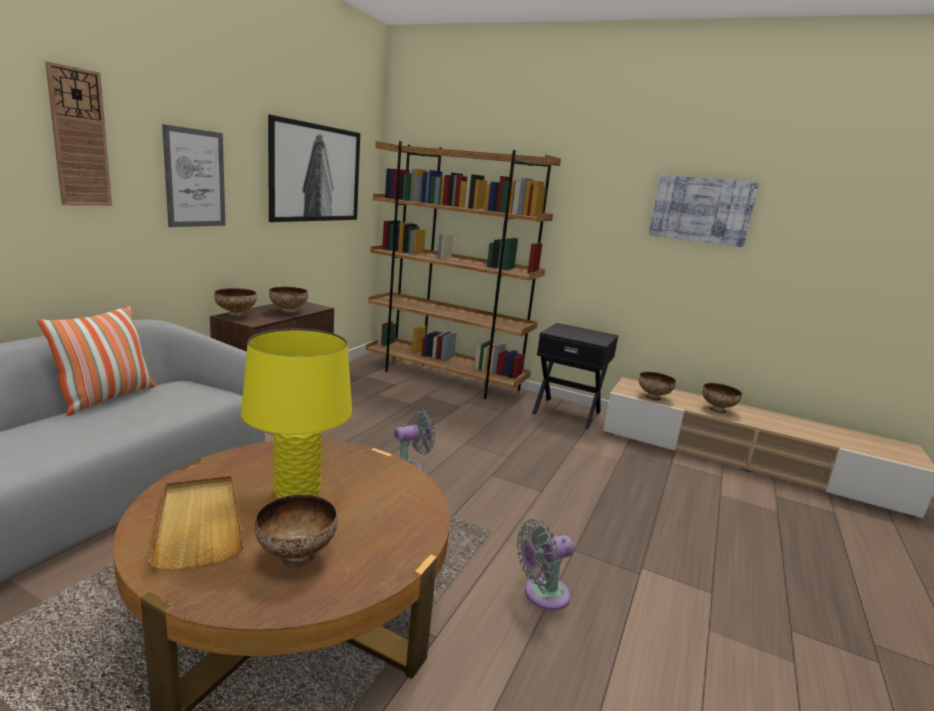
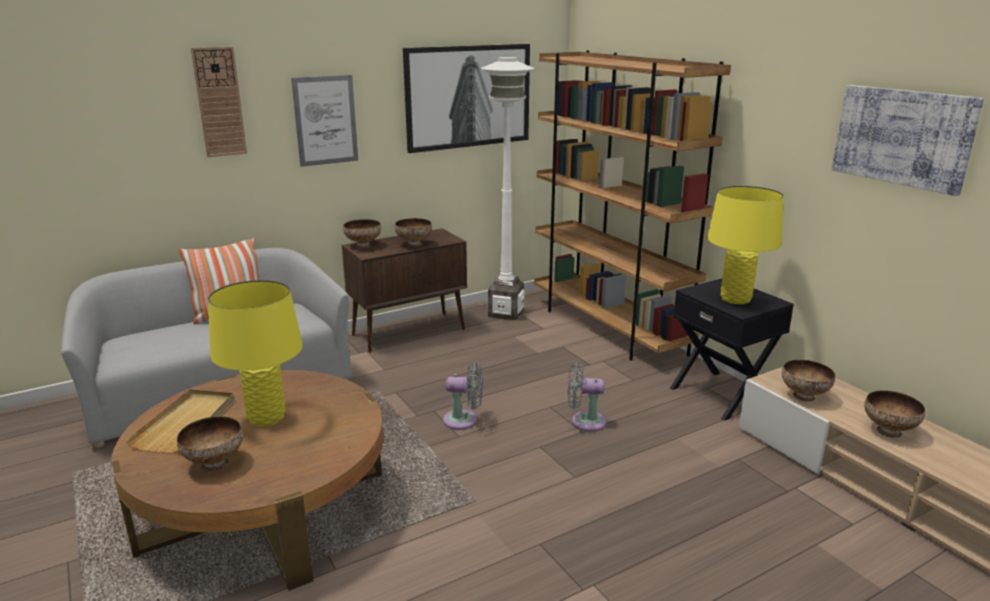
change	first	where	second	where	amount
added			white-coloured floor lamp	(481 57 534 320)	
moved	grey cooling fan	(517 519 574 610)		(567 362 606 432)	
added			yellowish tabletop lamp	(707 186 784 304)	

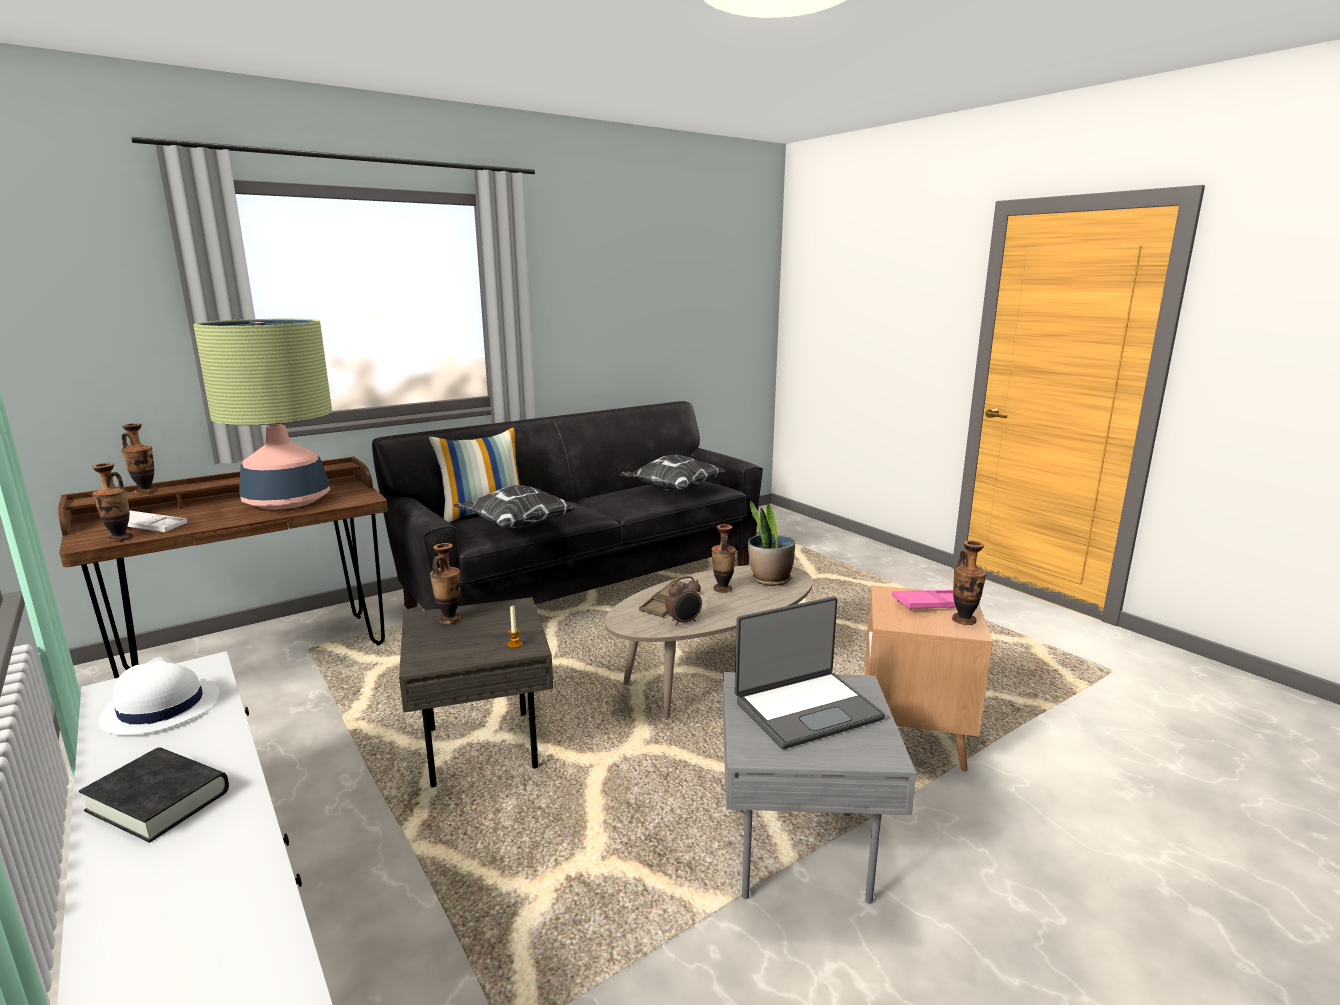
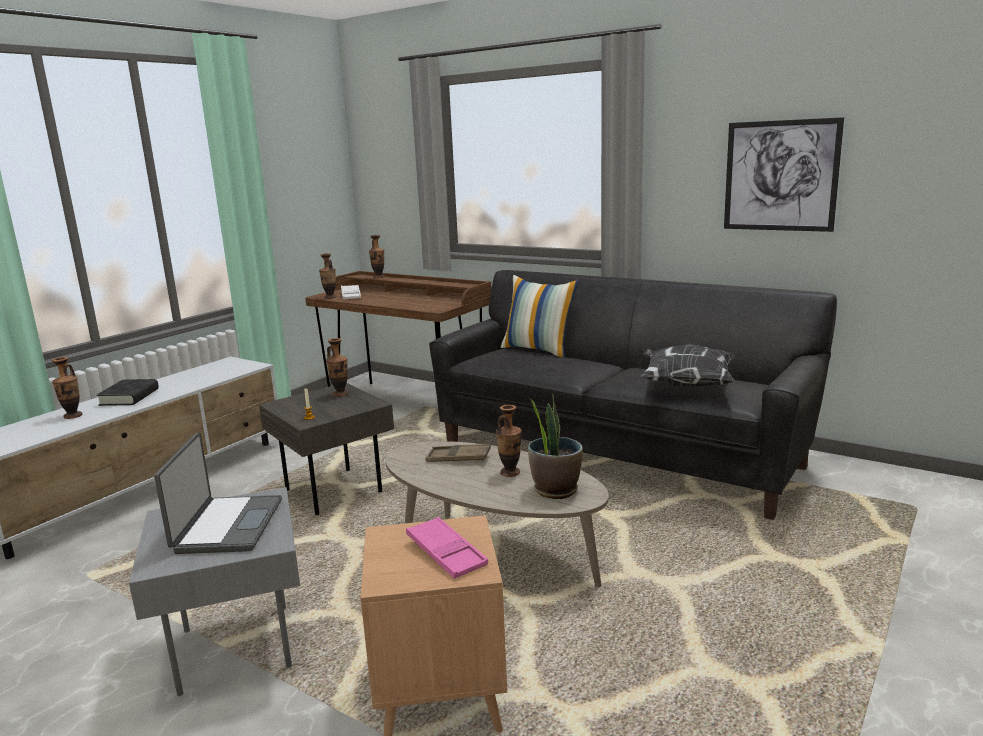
change	first	where	second	where	amount
moved	flower vase	(952 540 987 625)		(52 357 82 419)	
turned	notebook computer	(734 596 885 749)		(154 433 282 554)	135 degrees counterclockwise
added			wall art	(724 117 844 232)	
removed	white-coloured hat	(99 657 219 735)			
removed	tabletop lamp	(193 319 332 510)			
removed	throw pillow	(454 485 578 528)			
removed	alarm clock	(666 576 702 626)			

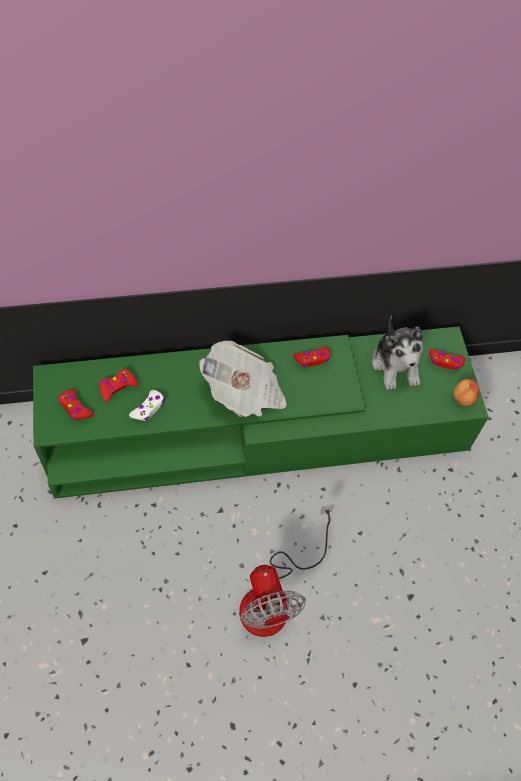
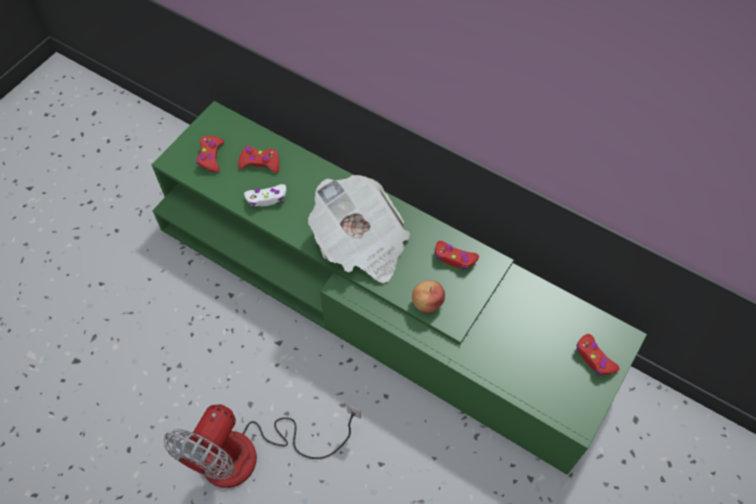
change	first	where	second	where	amount
moved	apple fruit	(453 379 479 406)		(412 280 445 313)	
removed	plush toy	(372 315 423 390)			

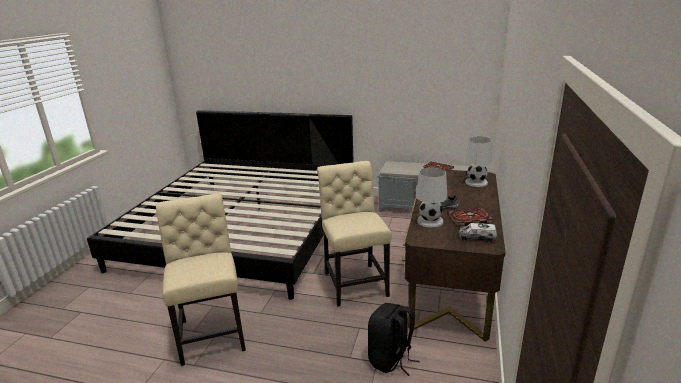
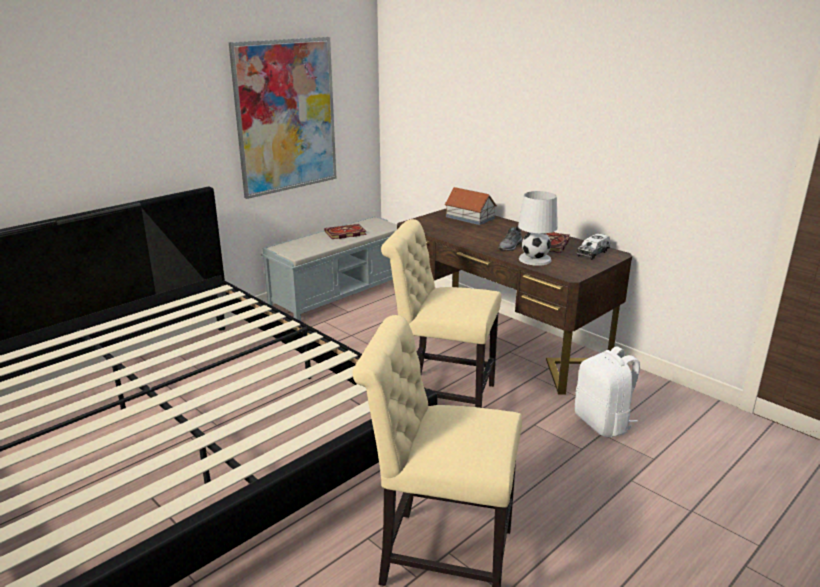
change	first	where	second	where	amount
added			wall art	(229 37 336 199)	
replaced	white-coloured tabletop lamp	(465 137 492 187)	model house	(445 187 497 225)	
recoloured	black-coloured rucksack	(368 303 420 376)	white-coloured rucksack	(575 347 640 438)	

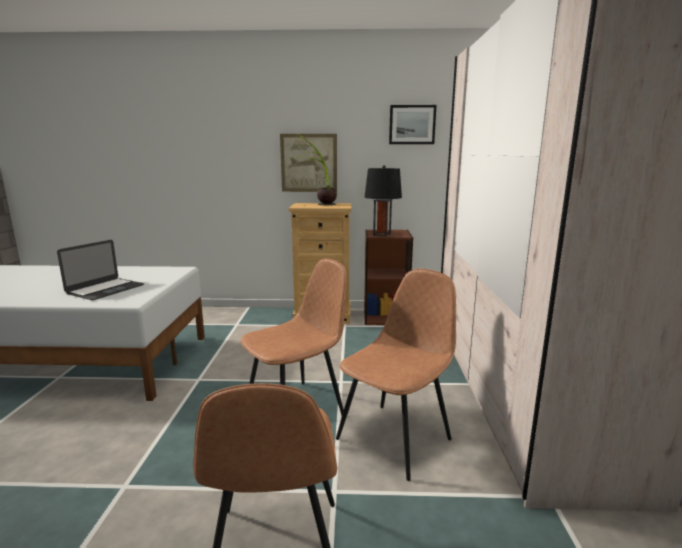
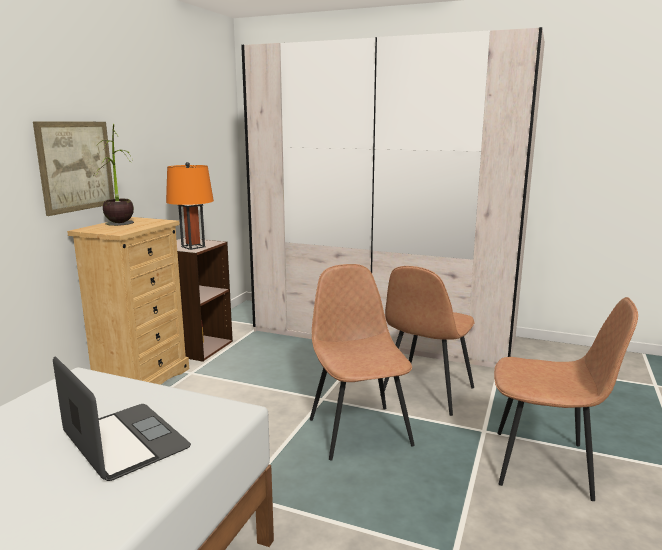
change	first	where	second	where	amount
recoloured	black-coloured tabletop lamp	(365 165 402 236)	orangey tabletop lamp	(166 162 214 250)	
turned	brown-coloured chair	(336 269 456 481)		(380 266 474 416)	120 degrees counterclockwise
removed	wall art	(389 105 436 144)			

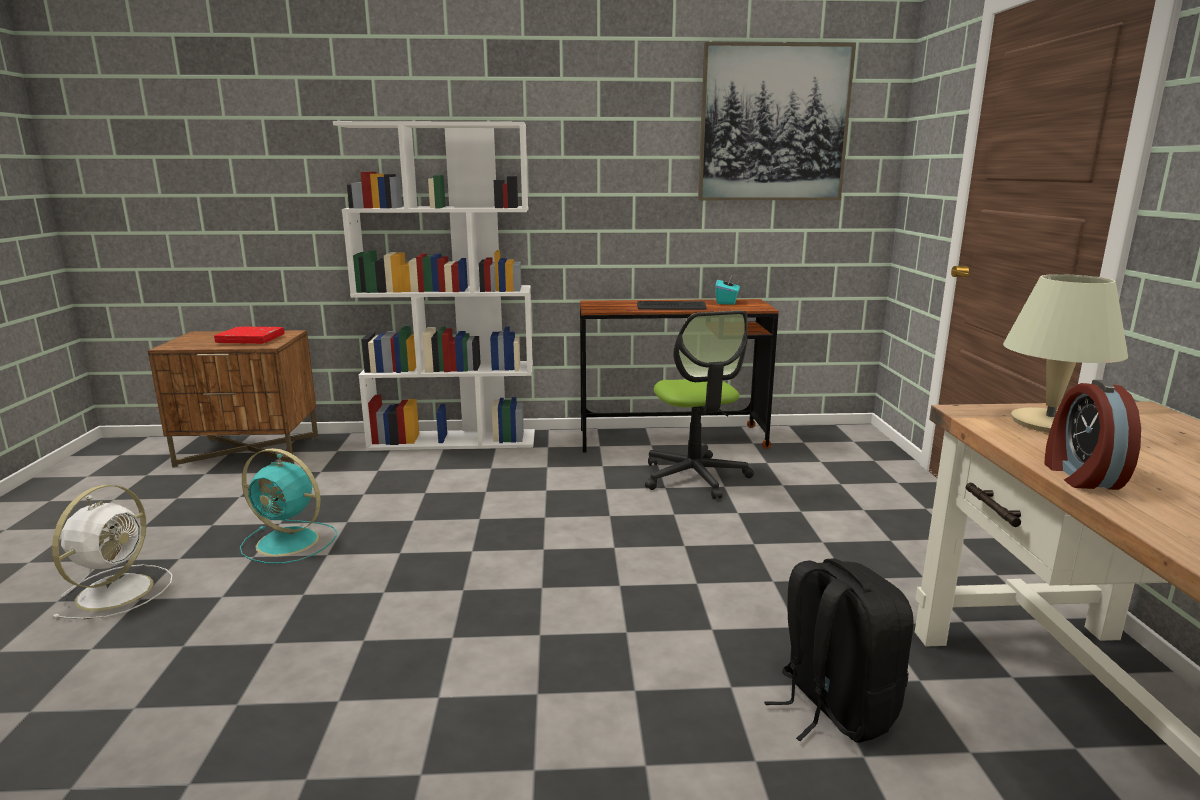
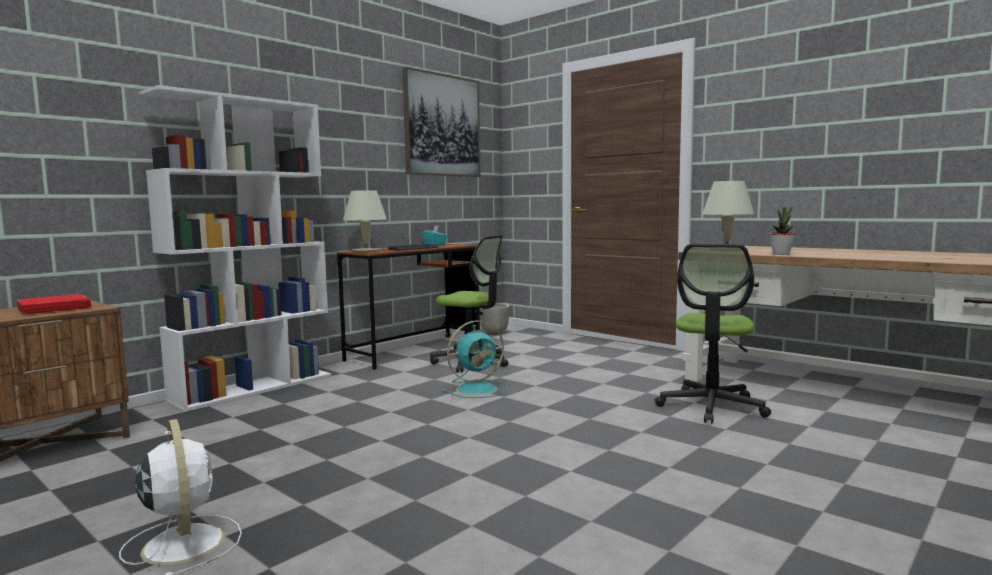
change	first	where	second	where	amount
added			beige-coloured tabletop lamp	(343 190 387 252)	
moved	turquoise-coloured cooling fan	(240 448 337 564)		(443 320 508 398)	
added			grey plant pot	(479 303 509 335)	
replaced	black-coloured rucksack	(764 558 913 743)	computer chair	(655 244 771 423)	
replaced	alarm clock	(1044 380 1141 490)	plant in a pot	(769 207 795 255)	

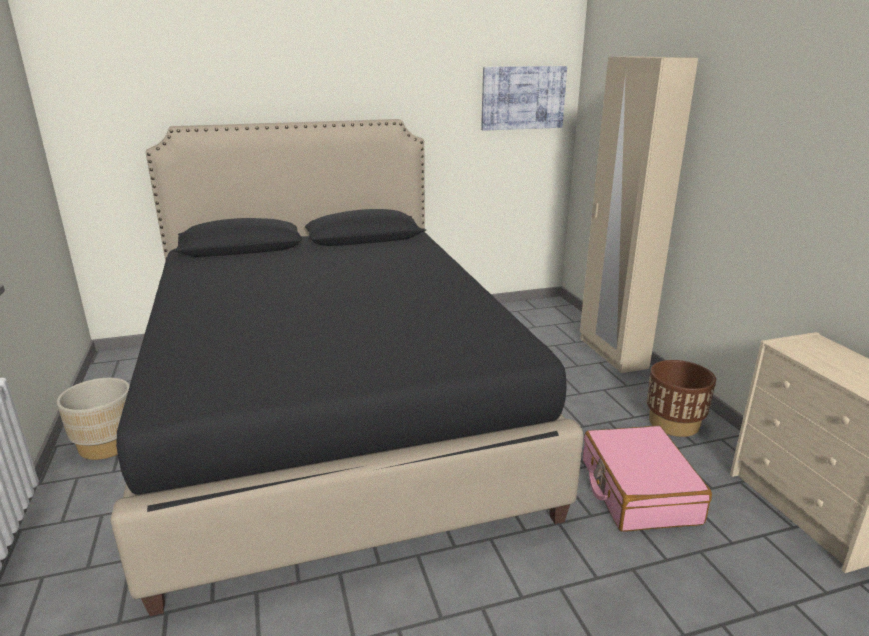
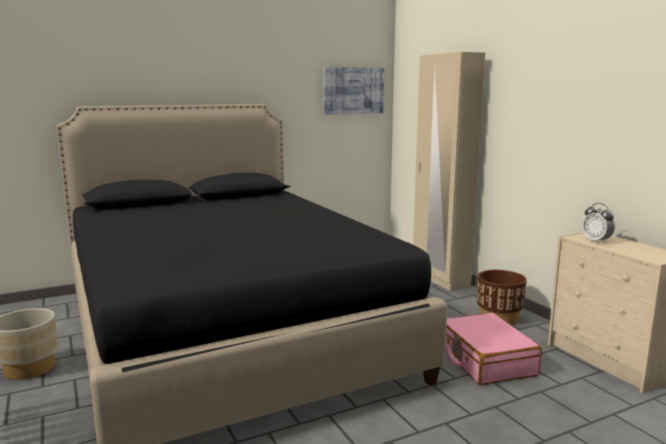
change	first	where	second	where	amount
added			alarm clock	(582 203 615 244)	

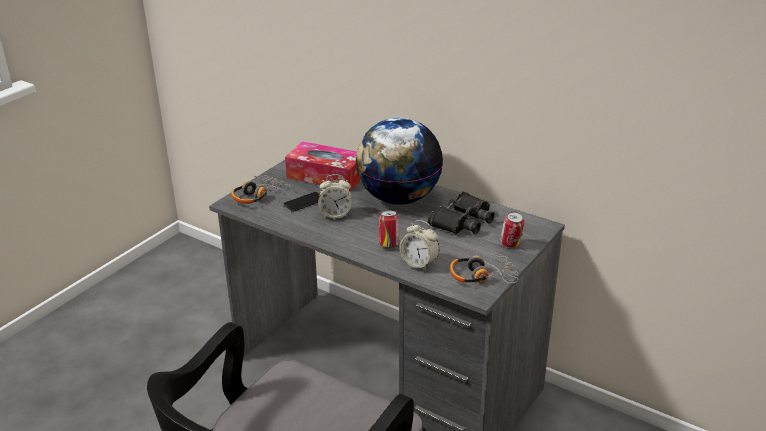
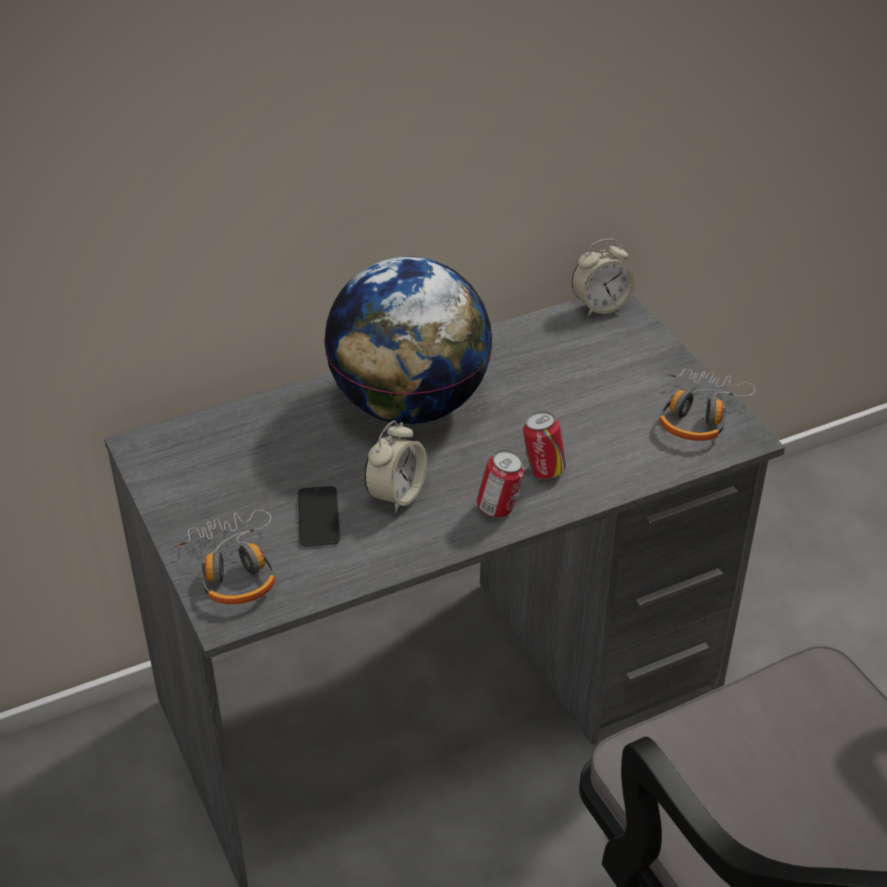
change	first	where	second	where	amount
moved	sealed can	(500 211 524 248)		(477 450 525 518)	
moved	alarm clock	(400 220 439 270)		(572 239 635 316)	
removed	tissue box	(285 141 360 191)			
removed	black-coloured binoculars	(427 192 495 234)			

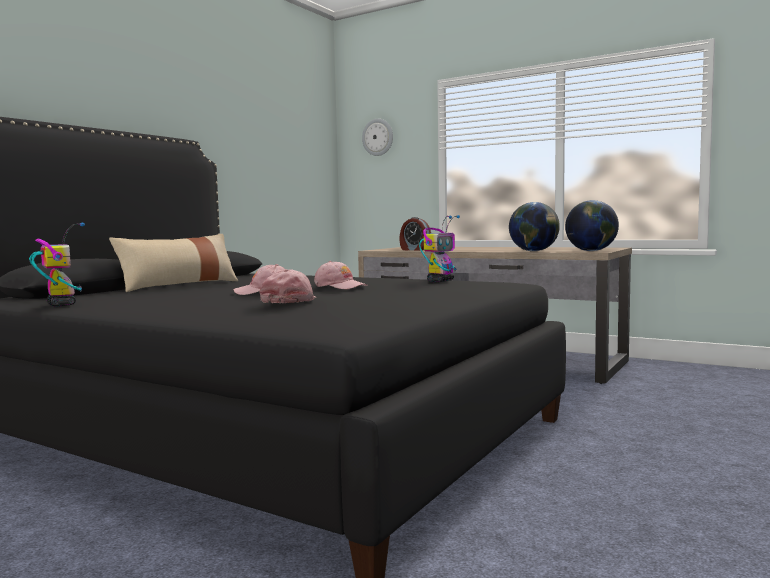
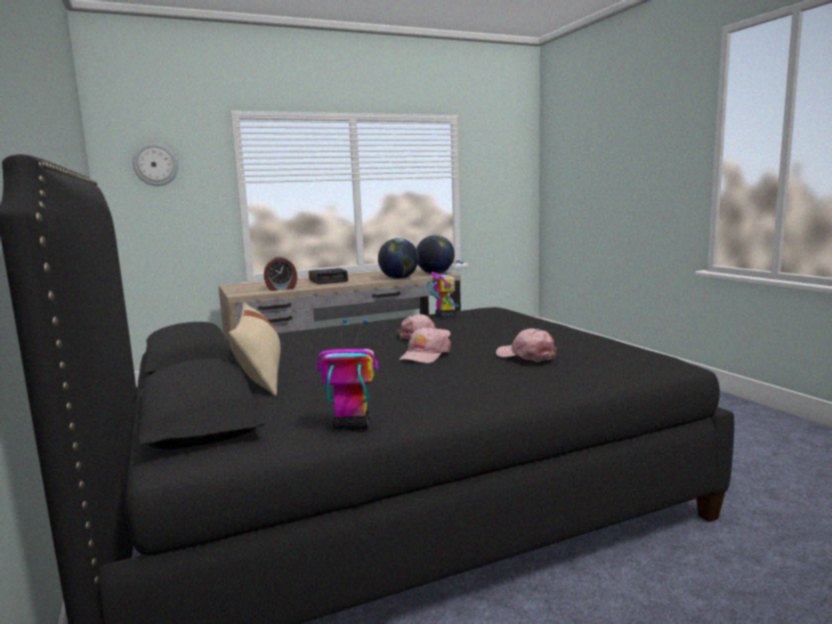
change	first	where	second	where	amount
added			alarm clock	(309 268 348 284)	

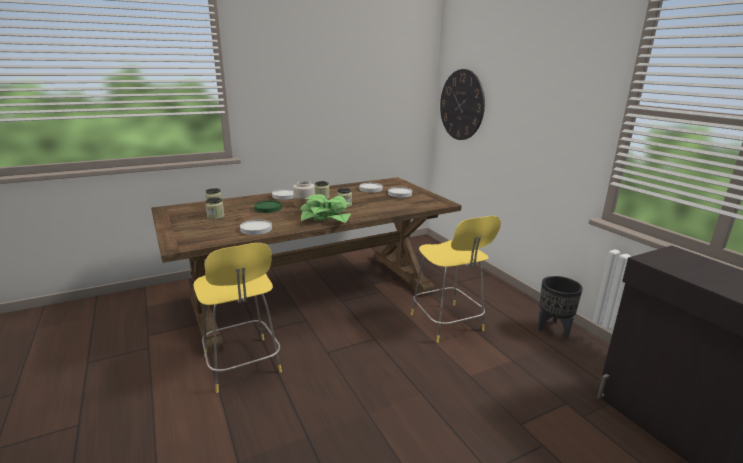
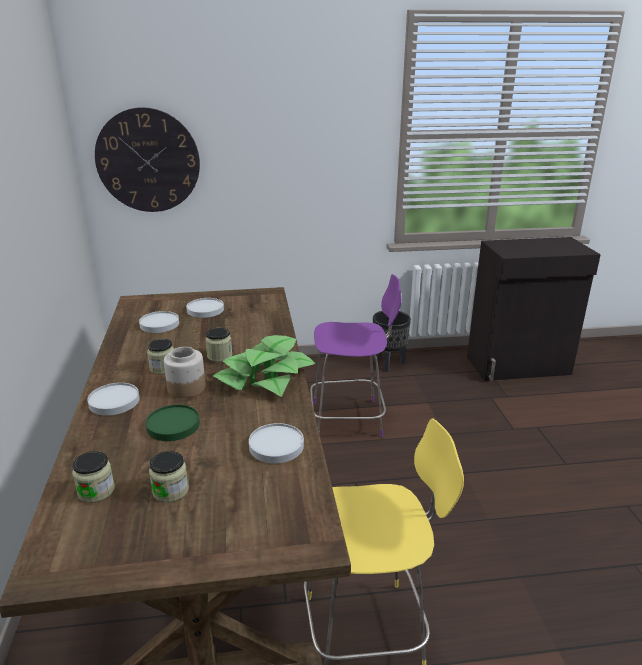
change	first	where	second	where	amount
recoloured	yellowish sitting stool	(411 216 501 343)	purple-coloured sitting stool	(310 274 402 438)	

